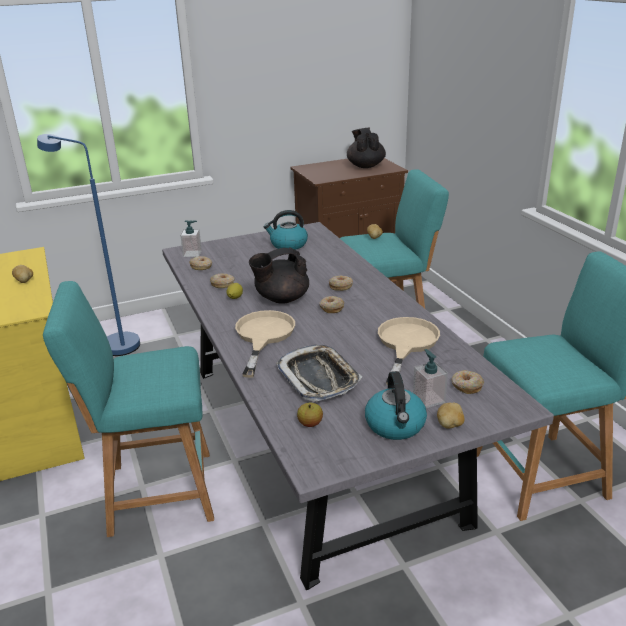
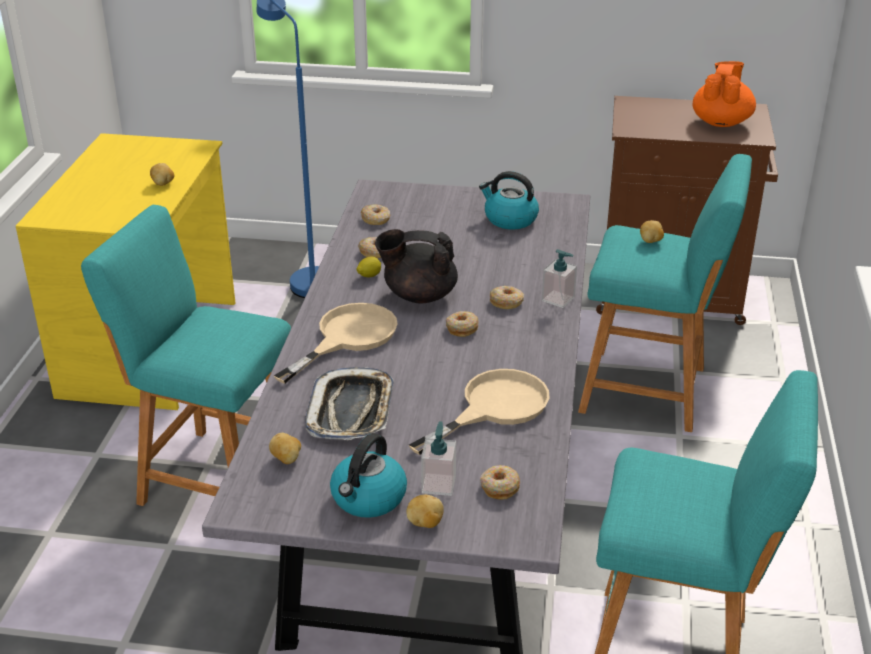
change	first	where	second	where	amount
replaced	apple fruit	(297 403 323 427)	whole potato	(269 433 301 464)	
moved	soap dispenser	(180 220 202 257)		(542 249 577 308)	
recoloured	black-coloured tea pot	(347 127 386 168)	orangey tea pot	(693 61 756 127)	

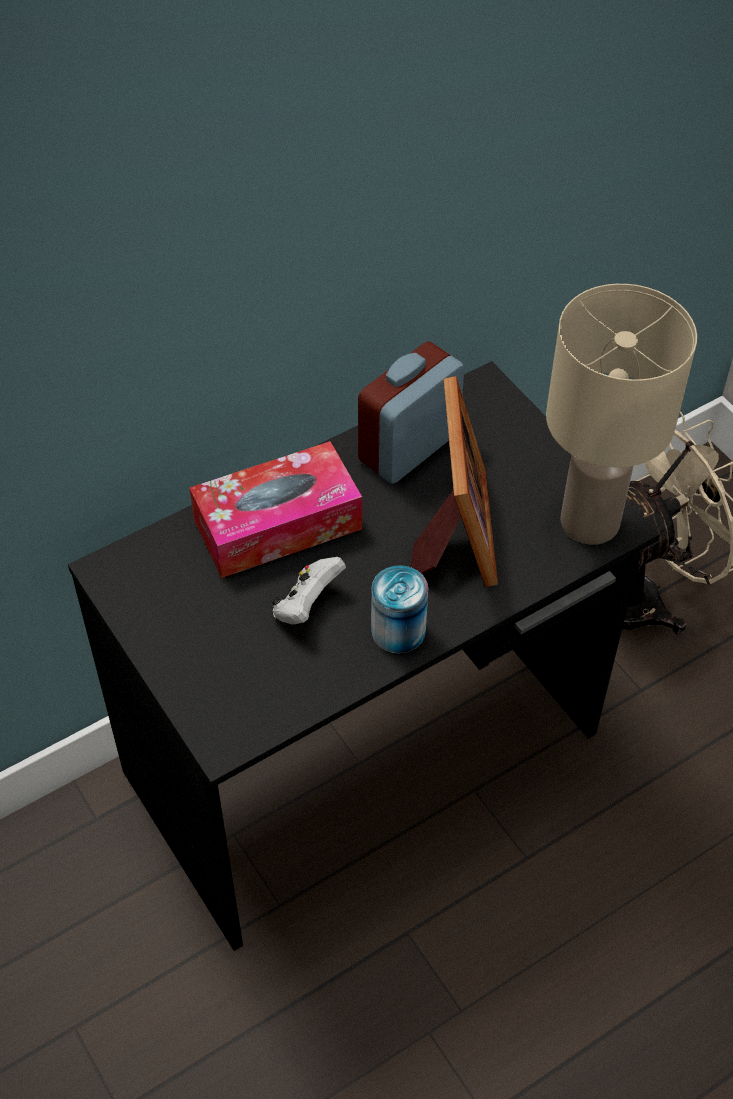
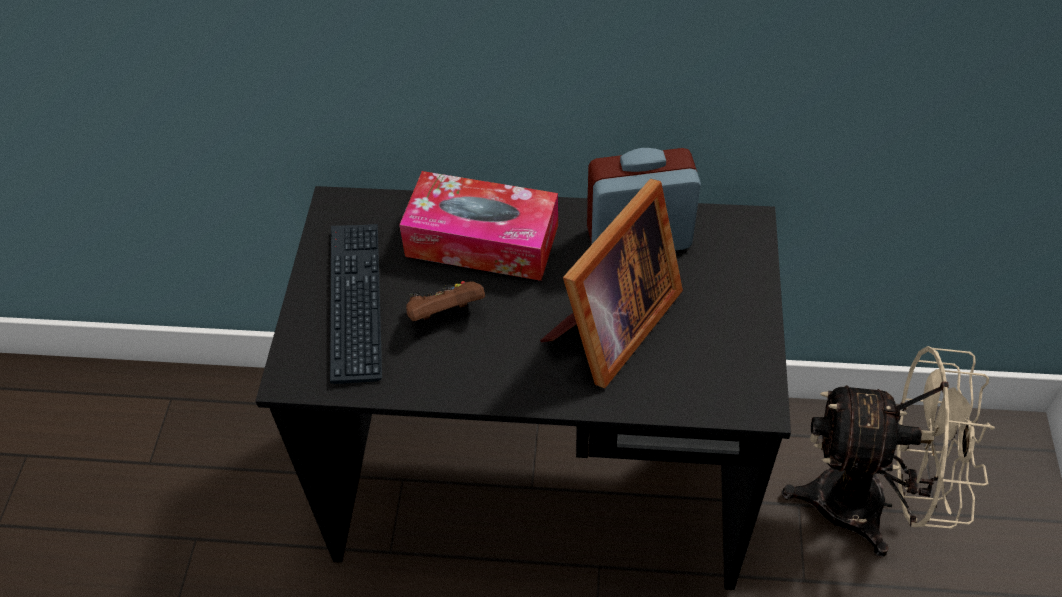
change	first	where	second	where	amount
added			PC keyboard	(330 224 382 384)	
recoloured	white-coloured gamepad	(271 557 346 625)	brown-coloured gamepad	(406 281 485 321)	
removed	sealed can	(371 565 428 654)			
removed	beige-coloured tabletop lamp	(546 284 697 545)			

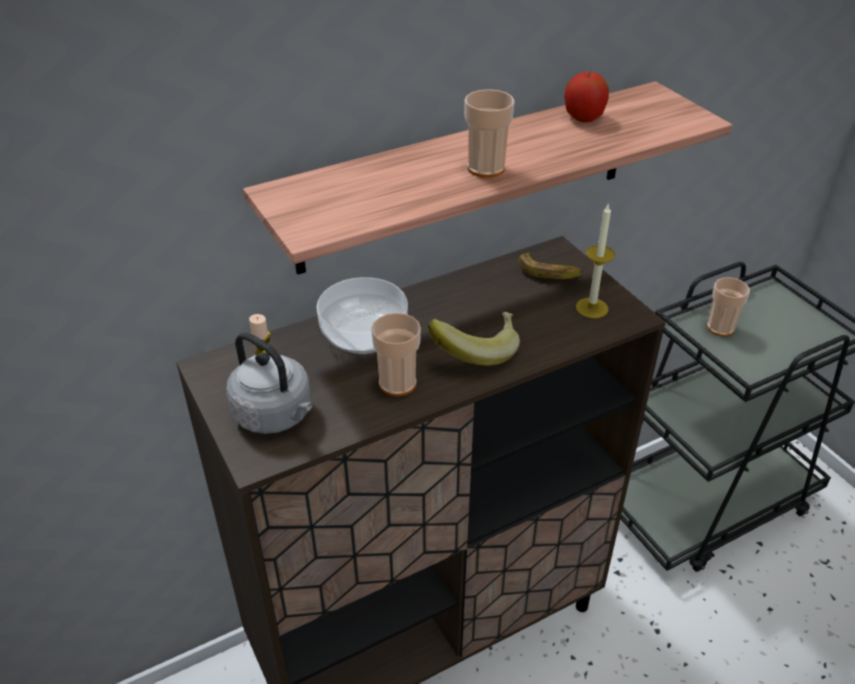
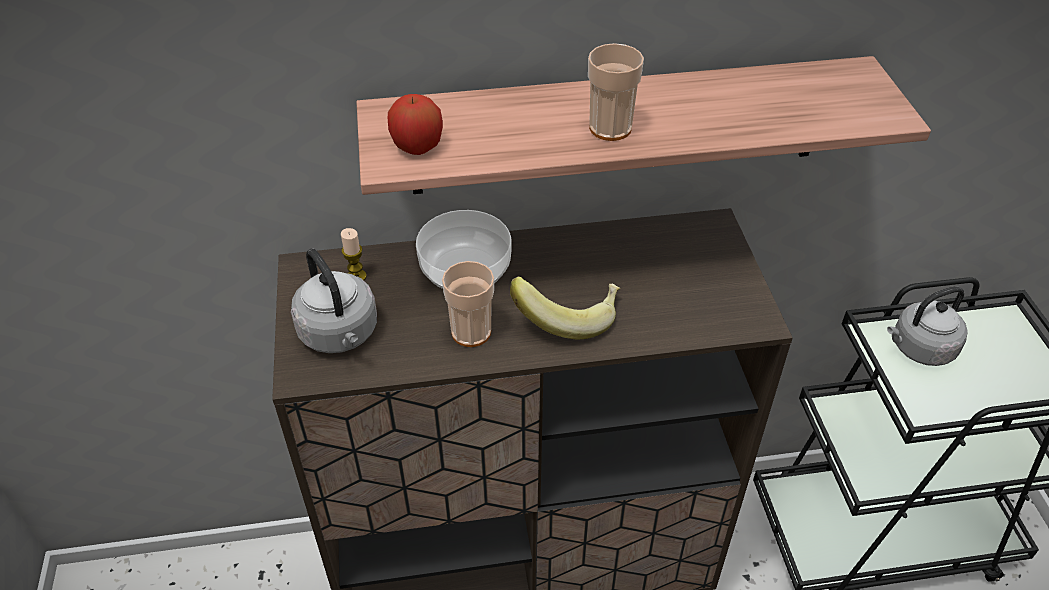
change	first	where	second	where	amount
moved	apple fruit	(564 72 609 122)		(388 94 443 155)	
replaced	drinking cup	(707 277 750 336)	grey kettle	(887 286 968 366)	
removed	banana fruit	(519 252 584 279)			
removed	candle	(576 203 615 318)			

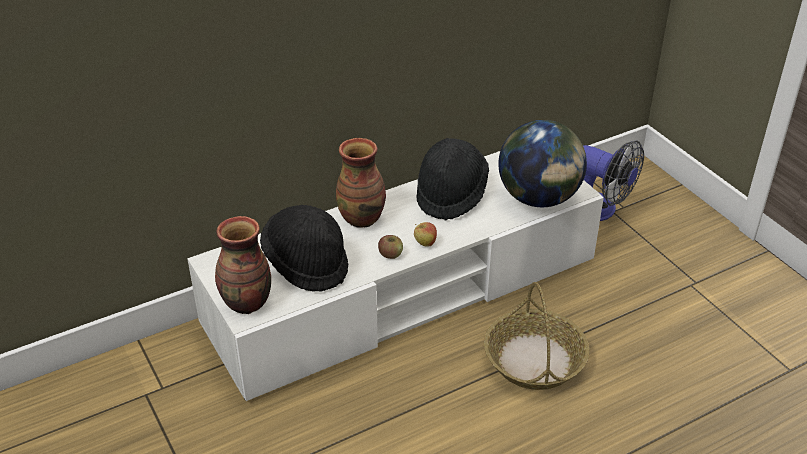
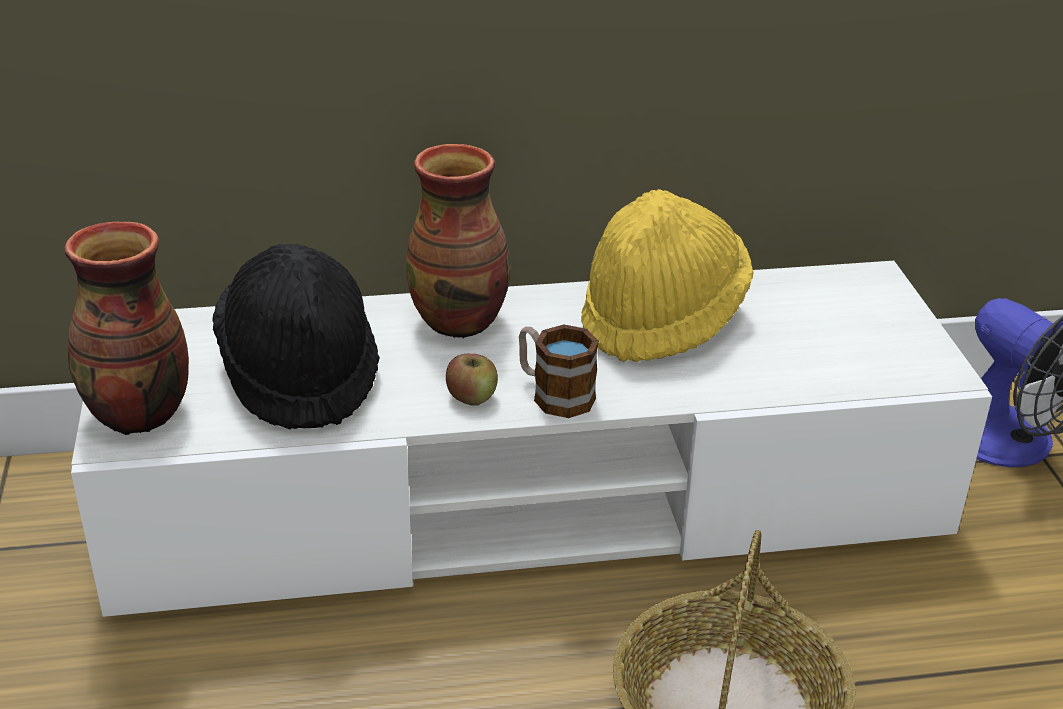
change	first	where	second	where	amount
replaced	apple fruit	(414 222 437 247)	mug	(519 324 599 418)	
recoloured	black-coloured hat	(417 138 489 221)	yellowish hat	(581 189 754 362)	
removed	world globe	(498 120 587 207)			

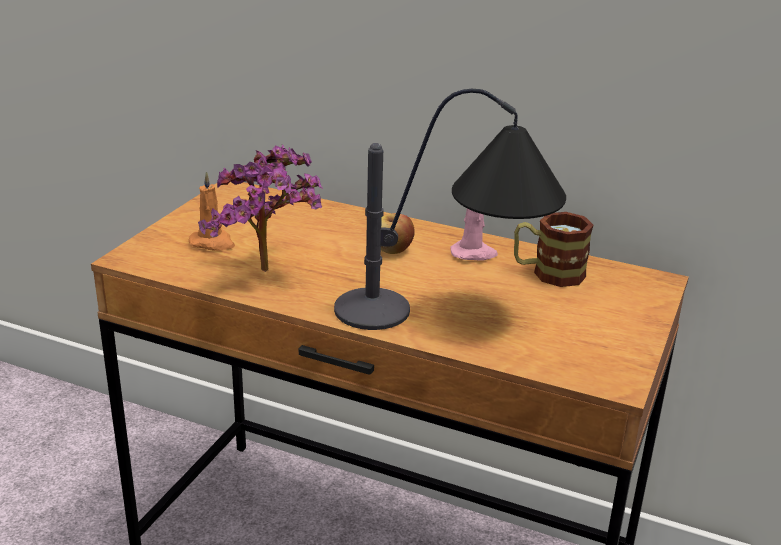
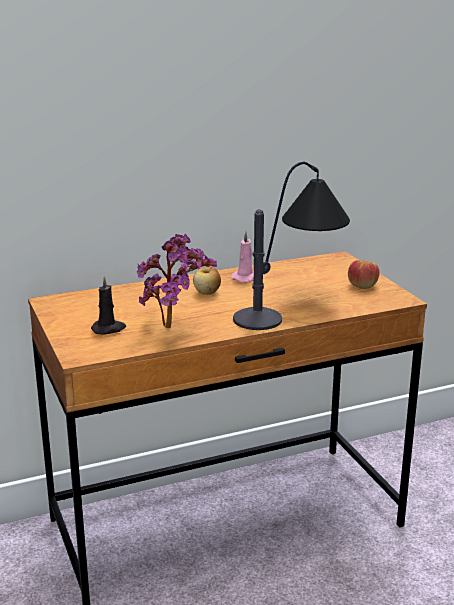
change	first	where	second	where	amount
recoloured	orangey candle	(189 171 235 250)	black-coloured candle	(91 276 126 334)	
added			apple fruit	(348 260 380 289)	
removed	mug	(514 212 594 287)			

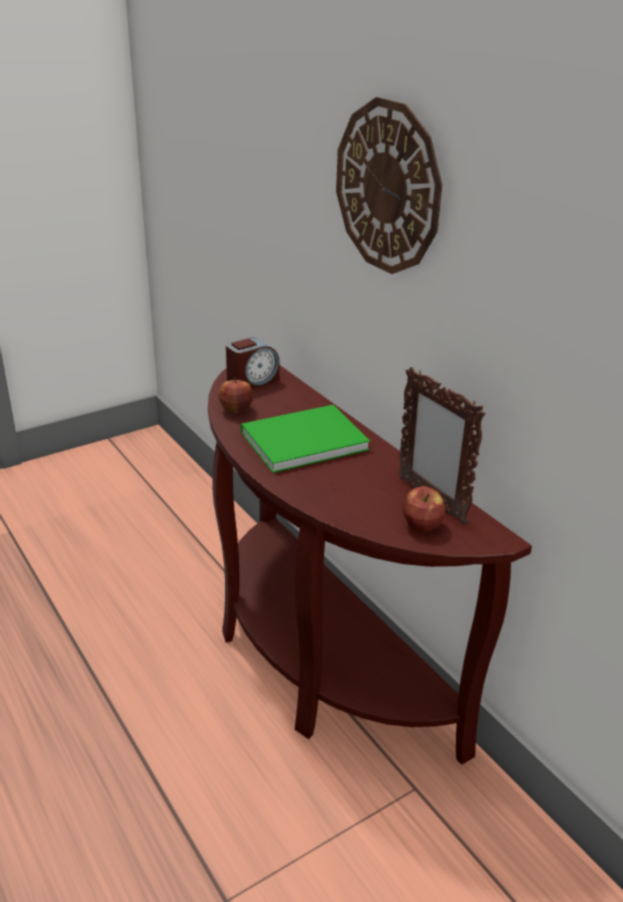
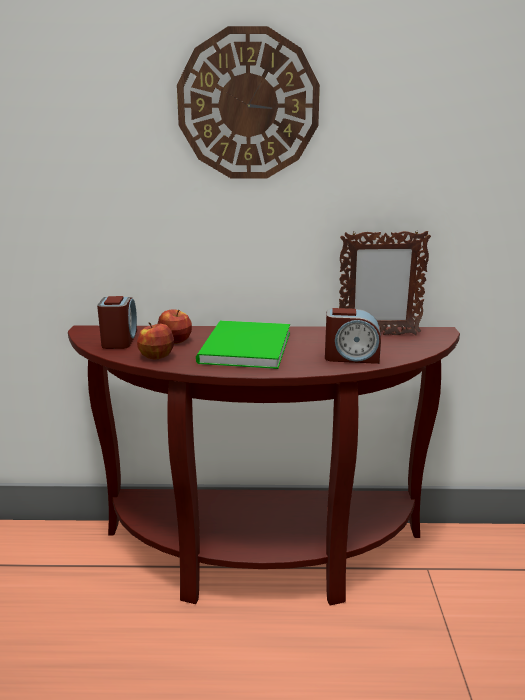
change	first	where	second	where	amount
moved	apple fruit	(403 486 446 531)		(158 309 192 344)	
added			alarm clock	(325 308 381 364)	

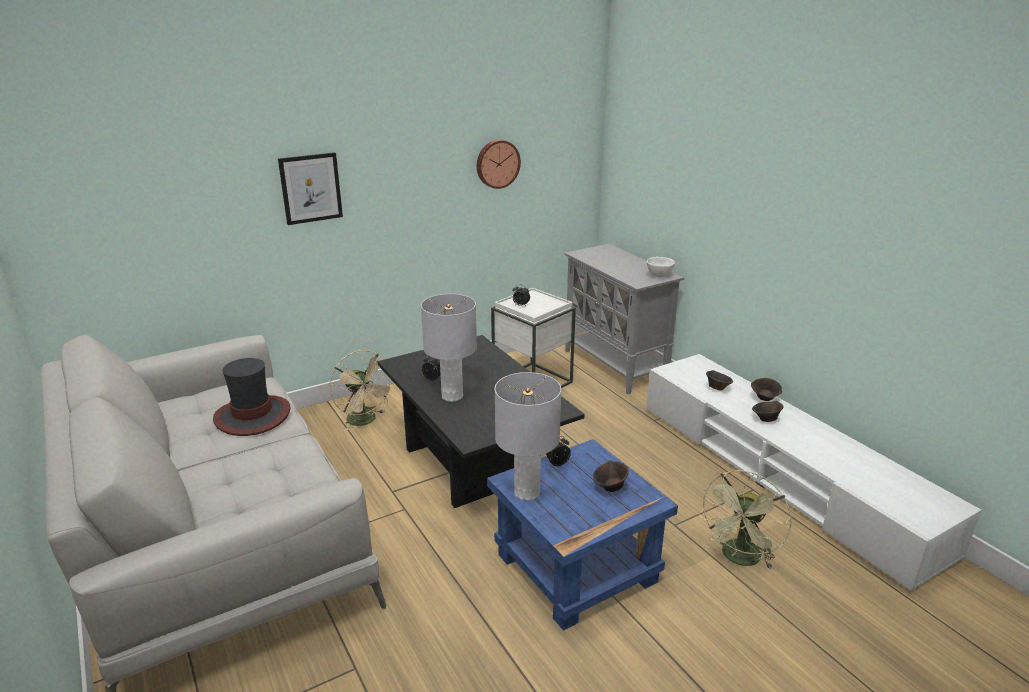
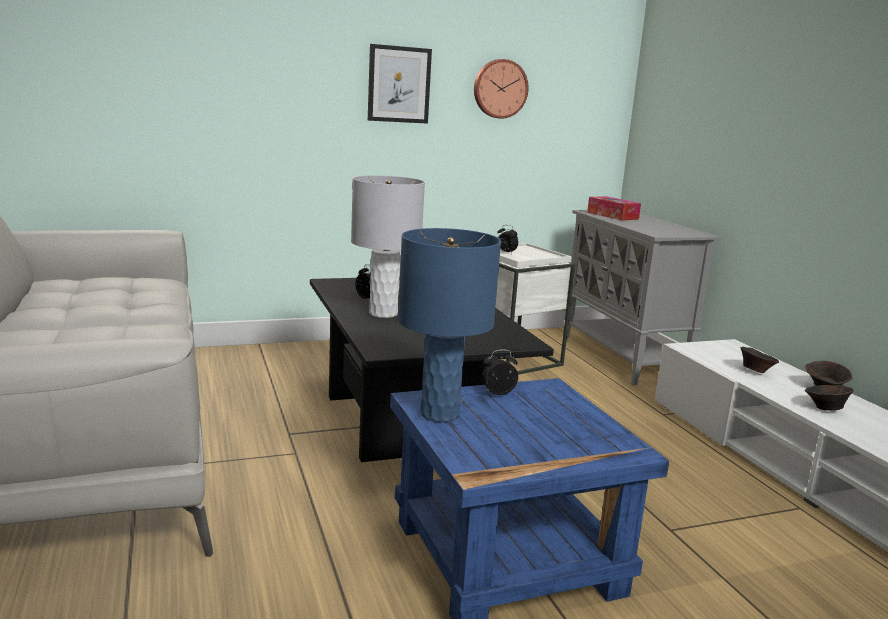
change	first	where	second	where	amount
moved	wall art	(278 152 343 225)		(368 44 432 124)	
recoloured	grey tabletop lamp	(495 372 562 501)	blue tabletop lamp	(398 228 501 422)	
added			tissue box	(587 196 641 221)	
removed	hat	(213 358 290 436)			
removed	beige-coloured cooling fan	(330 350 396 432)			
removed	brown-coloured deep dish	(593 460 629 492)			
removed	white-coloured deep dish	(647 257 675 277)			
removed	green-coloured cooling fan	(699 470 792 570)			

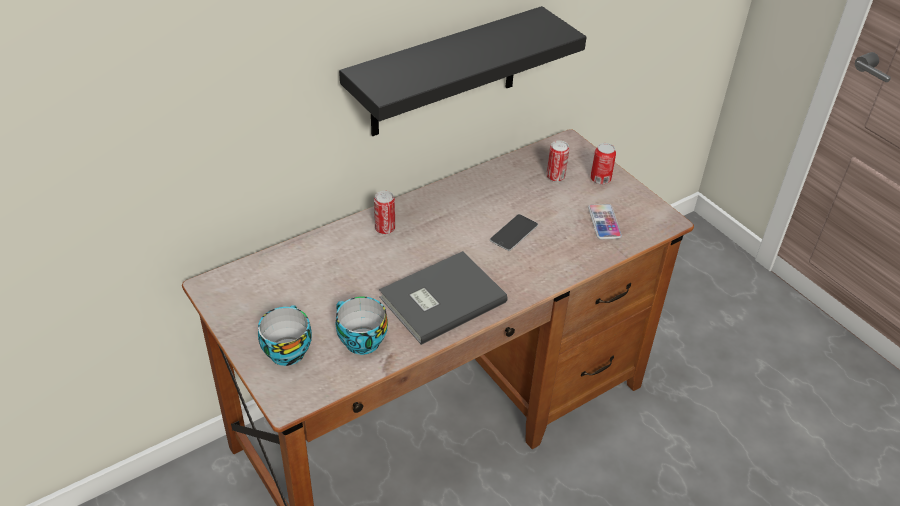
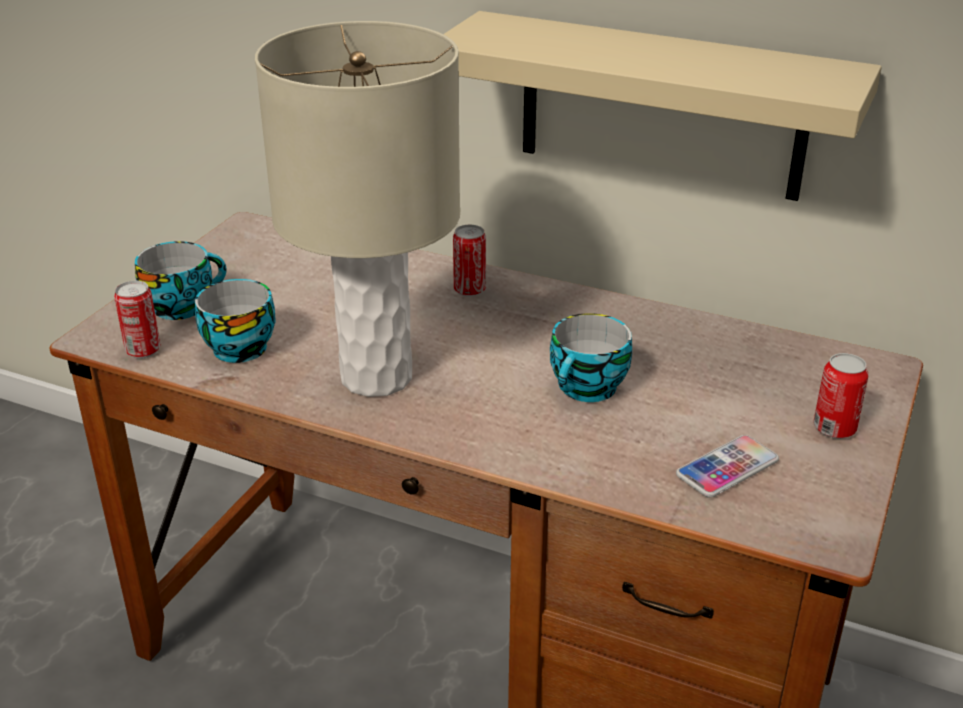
change	first	where	second	where	amount
moved	sealed can	(546 140 569 182)		(114 281 161 359)	
replaced	grey book	(379 251 508 345)	beige-coloured tabletop lamp	(255 21 460 397)	
recoloured	black-coloured bracket shelf	(339 6 587 136)	beige-coloured bracket shelf	(443 11 882 201)	
replaced	phone	(490 214 538 251)	drinking cup	(550 313 632 402)	

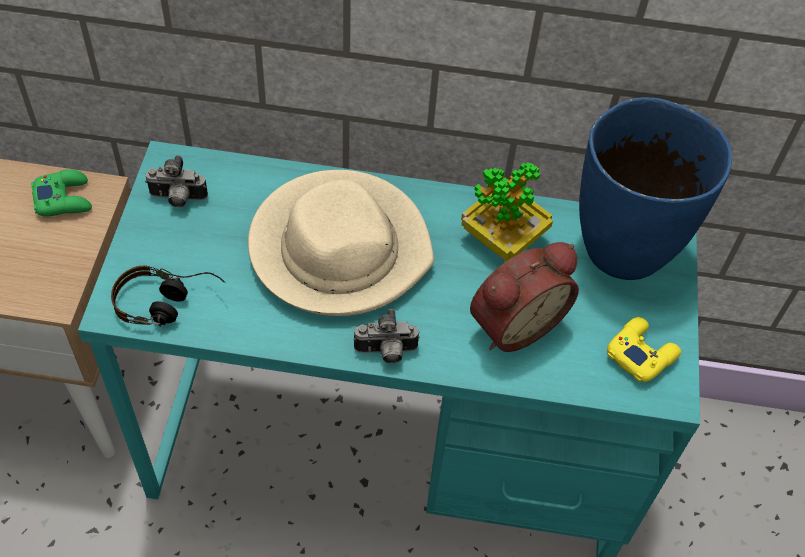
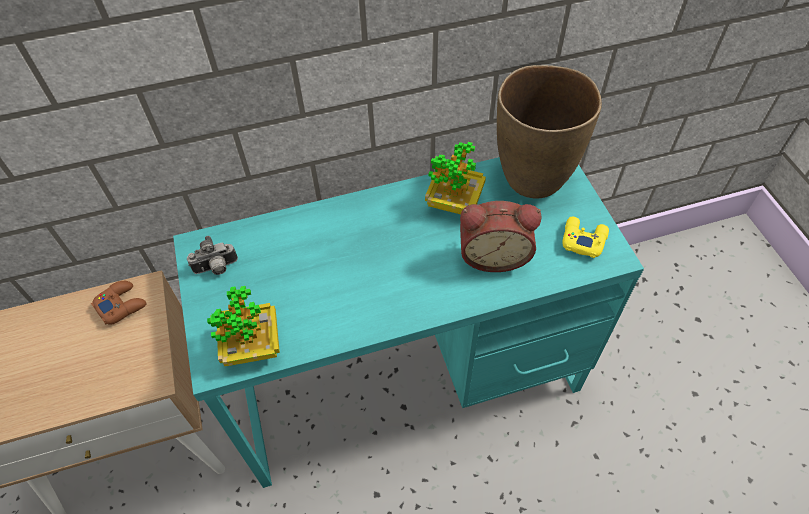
change	first	where	second	where	amount
recoloured	green-coloured gamepad	(31 169 92 217)	brown-coloured gamepad	(91 281 147 325)	
replaced	headphones	(111 266 226 326)	plant in a pot	(207 286 280 366)	
turned	alarm clock	(470 242 579 352)		(460 201 542 272)	60 degrees clockwise
recoloured	blue flower vase	(579 97 732 280)	brown-coloured flower vase	(497 65 602 199)	
removed	beige-coloured hat	(248 170 434 316)			
removed	still camera	(353 309 420 363)			

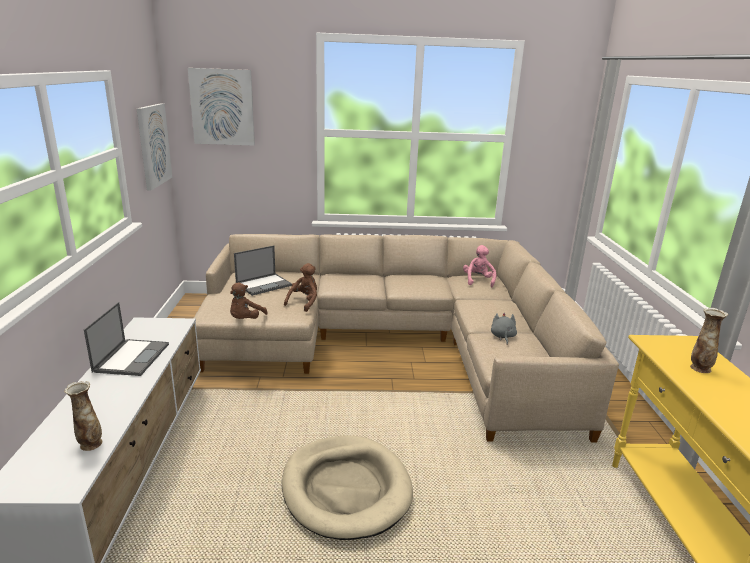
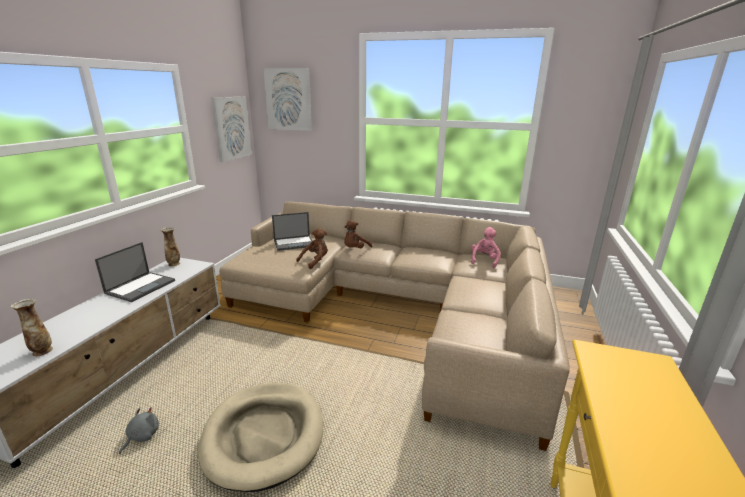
change	first	where	second	where	amount
moved	grey plush toy	(491 313 517 344)		(119 407 159 454)	
moved	flower vase	(690 308 728 373)		(161 227 180 266)	
moved	brown-coloured plush toy	(230 283 268 319)		(344 220 373 248)	

